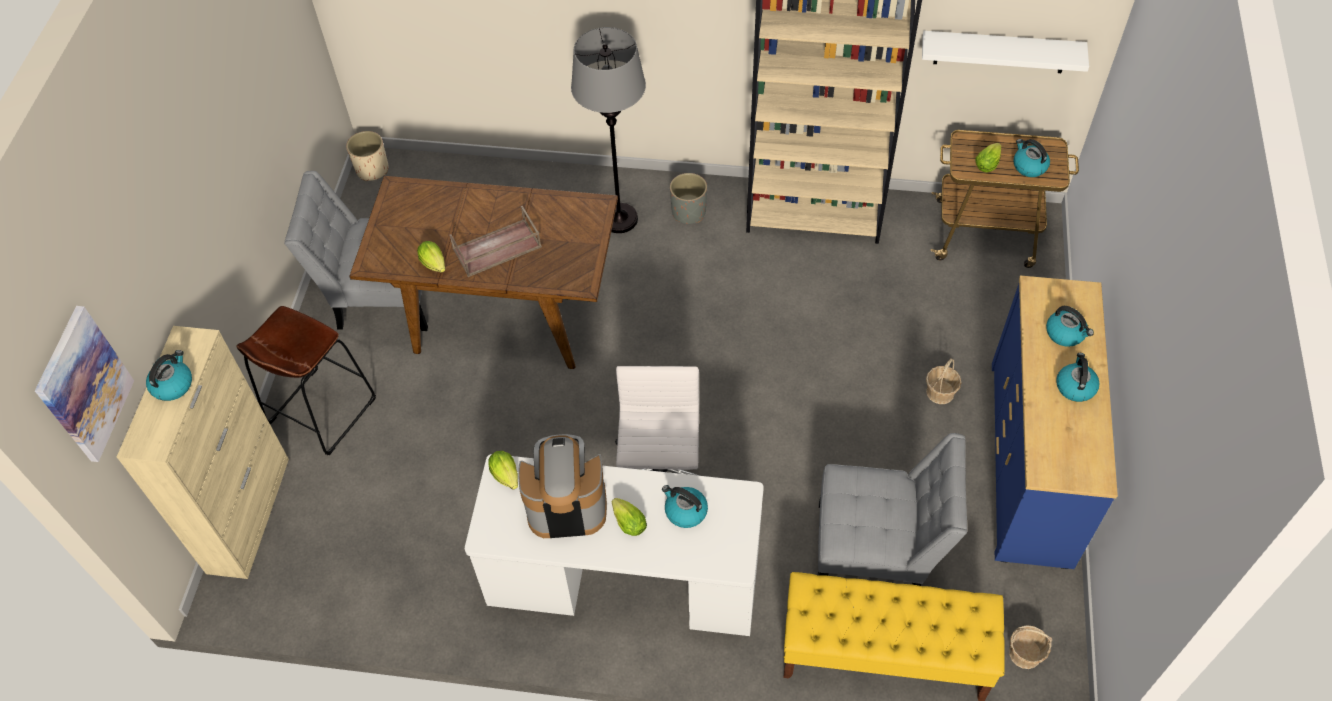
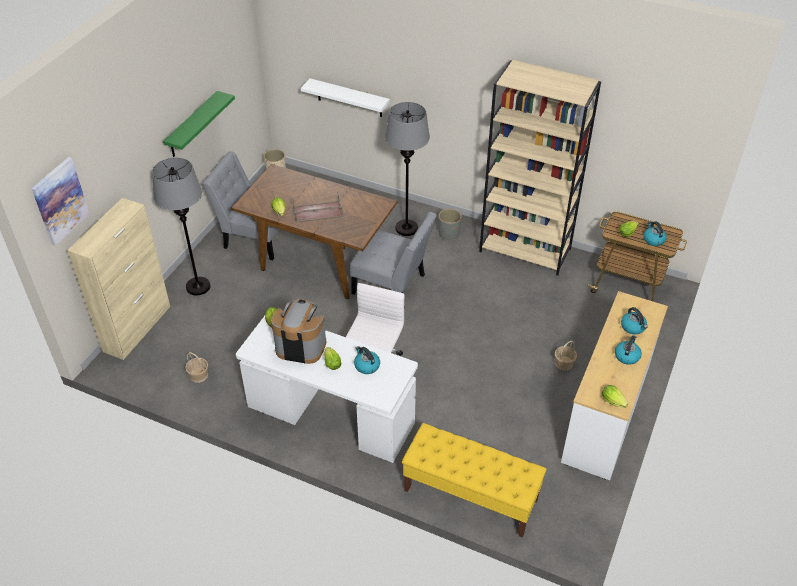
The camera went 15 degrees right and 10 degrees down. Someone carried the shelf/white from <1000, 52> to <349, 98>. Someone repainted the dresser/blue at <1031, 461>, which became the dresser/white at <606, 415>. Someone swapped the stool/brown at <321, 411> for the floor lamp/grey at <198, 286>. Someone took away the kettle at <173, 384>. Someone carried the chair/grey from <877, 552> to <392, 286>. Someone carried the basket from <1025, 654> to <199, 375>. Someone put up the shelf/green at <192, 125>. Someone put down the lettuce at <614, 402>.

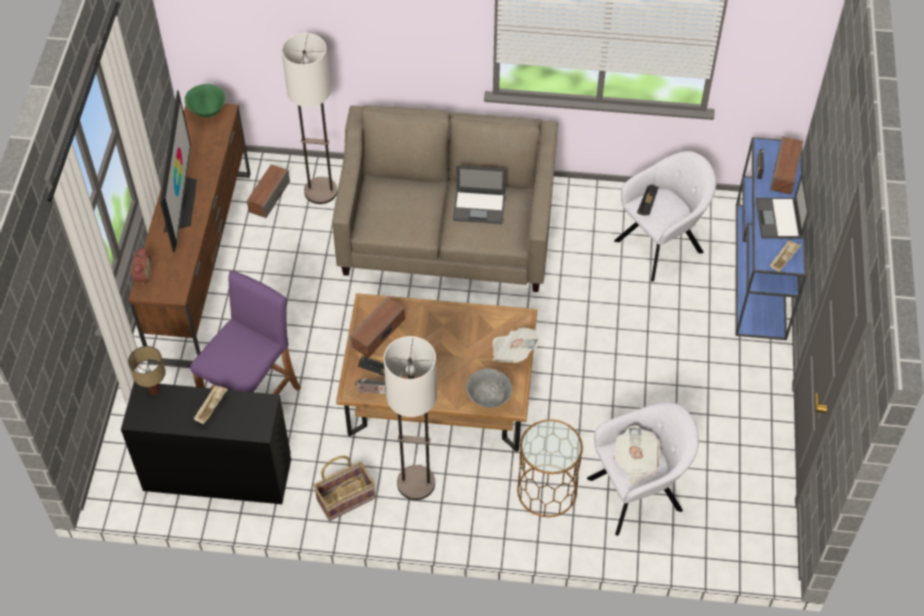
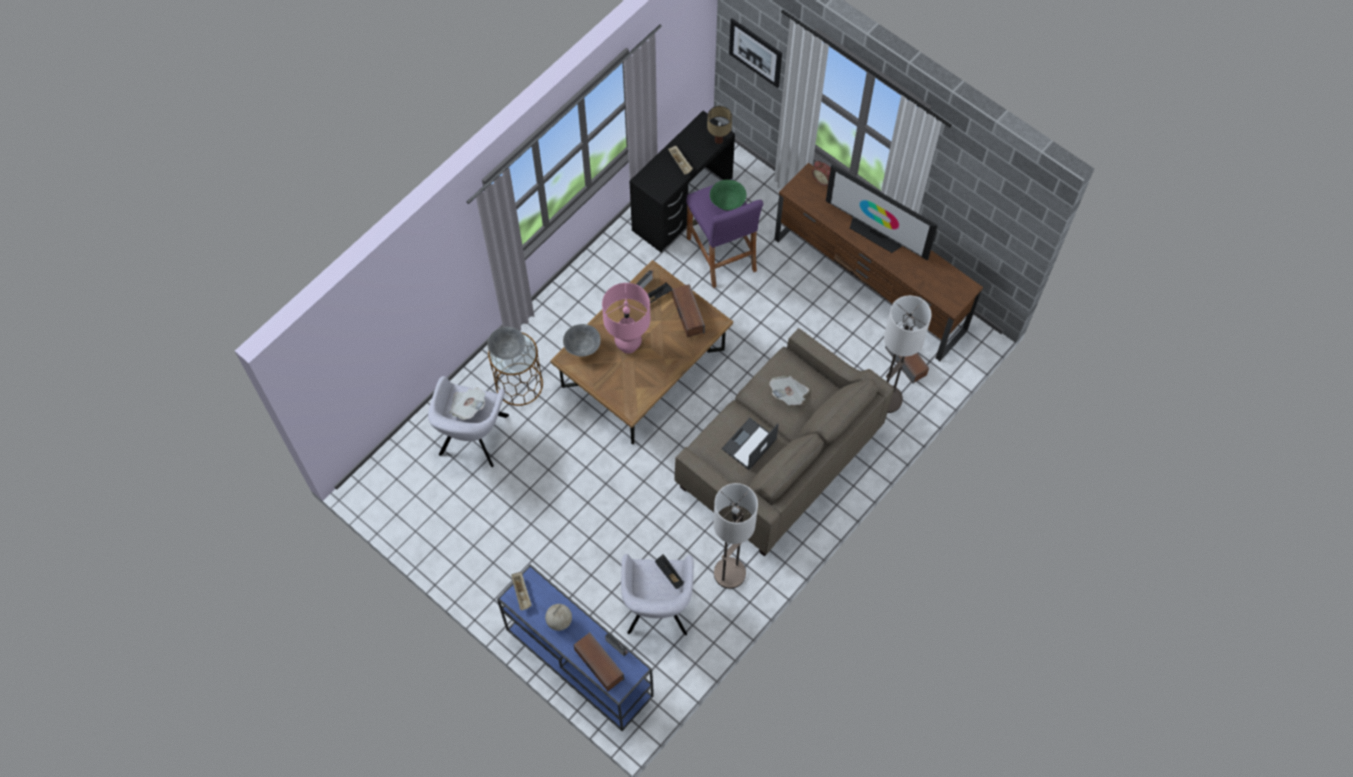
The camera went 125 degrees right and 10 degrees up. Someone carried the bowl/green from <207, 112> to <727, 203>. Someone swapped the laptop at <779, 219> for the globe at <559, 621>. Someone carried the newspaper from <513, 352> to <789, 394>. Someone carried the floor lamp from <416, 483> to <729, 573>. Someone took away the basket at <345, 498>. Someone put up the picture at <755, 52>. Someone put down the table lamp/pink at <628, 345>. Someone put down the bowl/grey at <508, 350>.

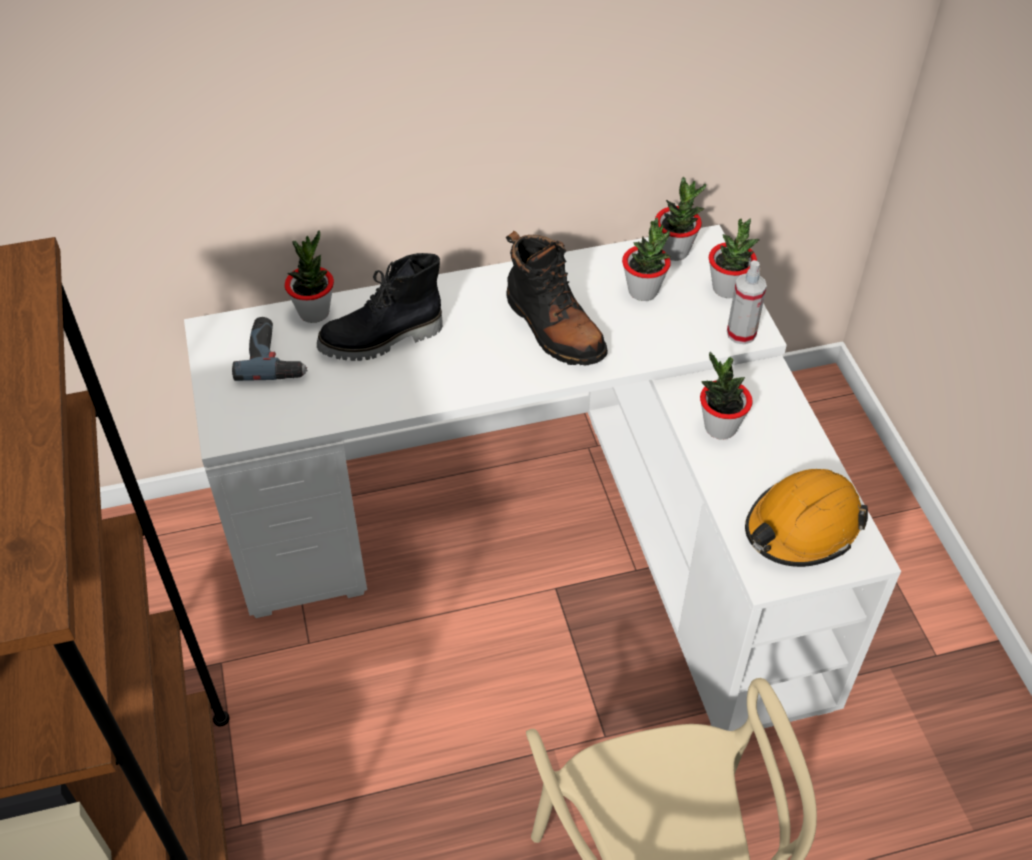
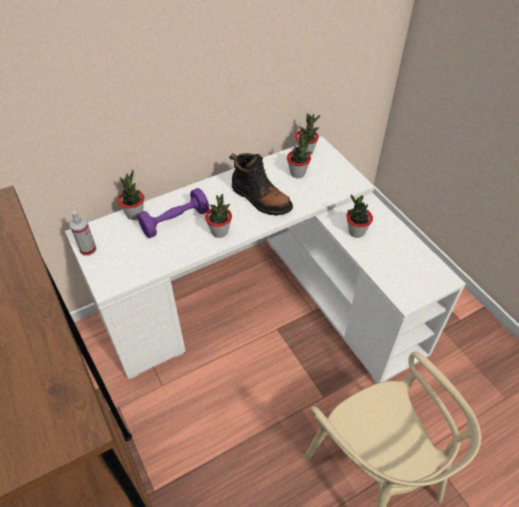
The camera went 15 degrees left and 0 degrees up. Someone carried the potted plant from <727, 288> to <219, 232>. Someone swapped the boot/black at <382, 340> for the dumbbell/purple at <175, 221>. Someone carried the spray bottle from <741, 333> to <88, 249>. Someone took away the power drill at <274, 356>. Someone took away the hard hat/orange at <802, 528>.

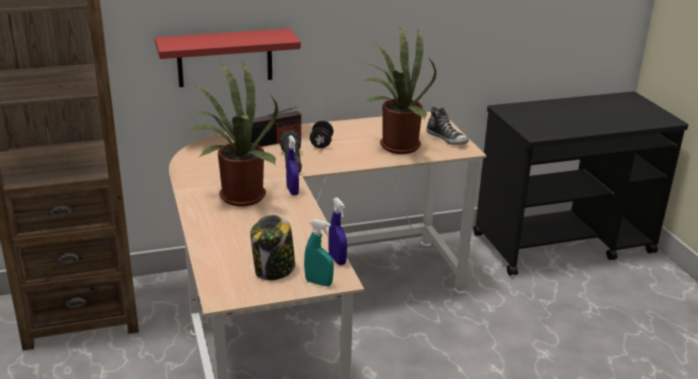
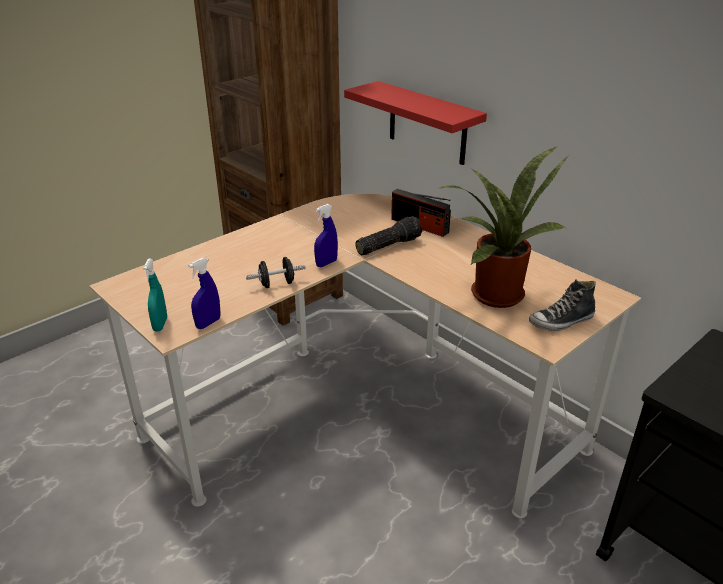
The camera went 65 degrees right and 5 degrees up. Someone took away the potted plant at <237, 197>. Someone rotated the shoe at <447, 139> by 45 degrees clockwise. Someone carried the dumbbell/black from <321, 144> to <277, 284>. Someone took away the jar at <274, 270>.

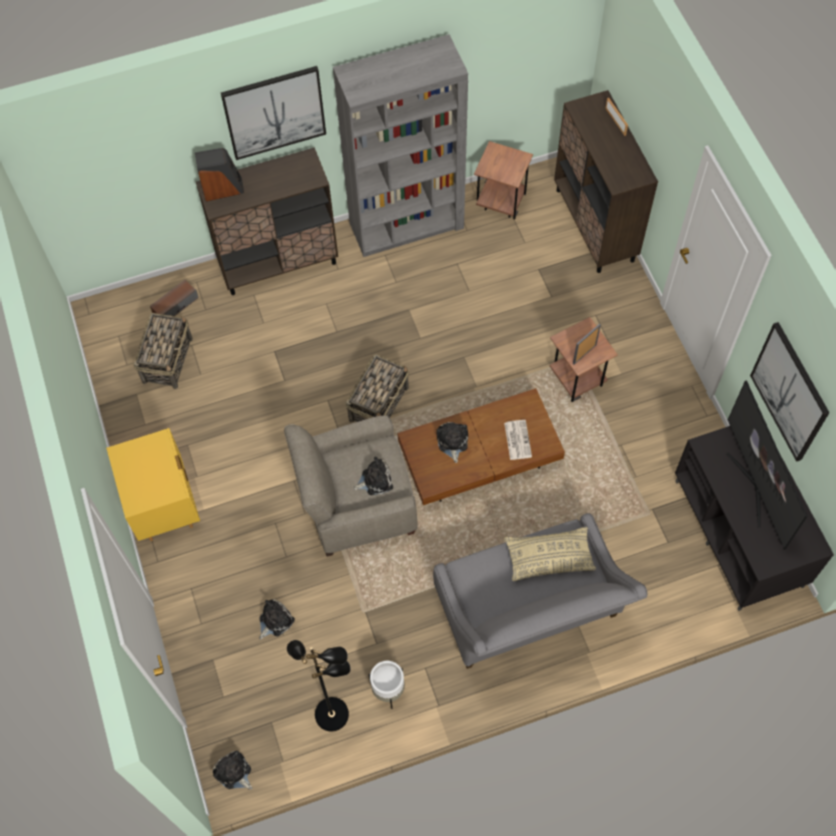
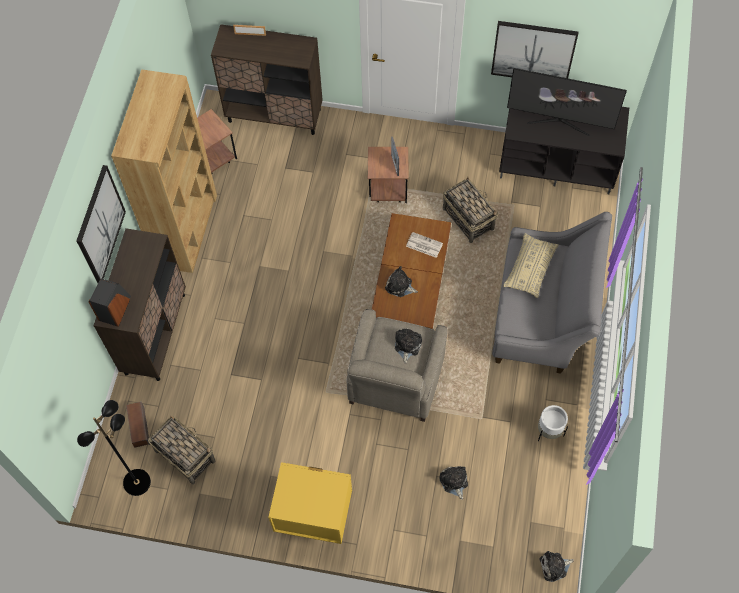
The camera went 60 degrees left and 0 degrees up. Someone repainted the bookcase/grey at <407, 225>, which became the bookcase/brown at <186, 230>. Someone carried the basket from <379, 403> to <467, 218>. Someone carried the floor lamp/black from <332, 713> to <136, 481>.

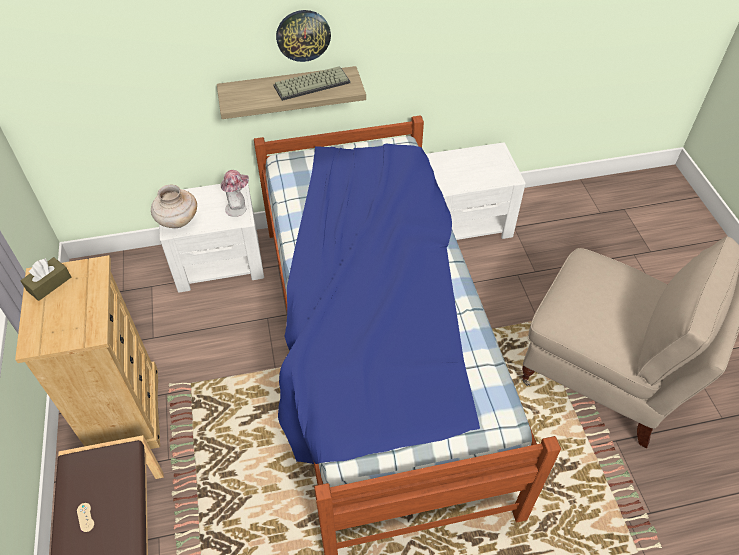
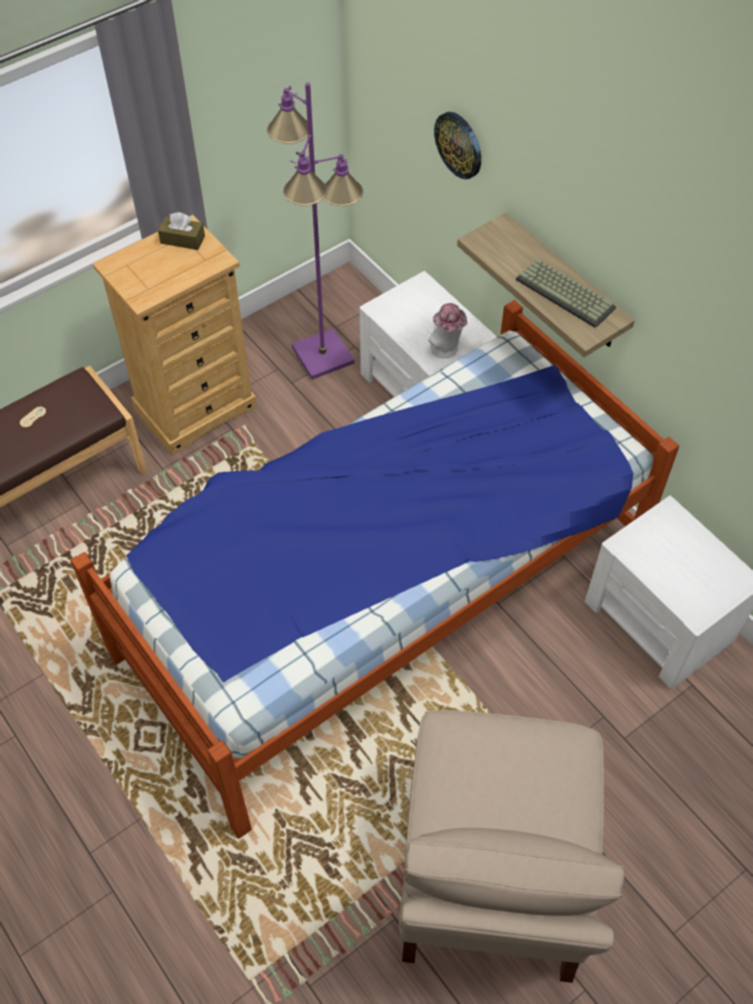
The camera went 65 degrees right and 5 degrees up. Someone carried the wall clock from <303, 35> to <459, 144>. Someone took away the vase/beige at <177, 221>. Someone put down the floor lamp/purple at <323, 354>.

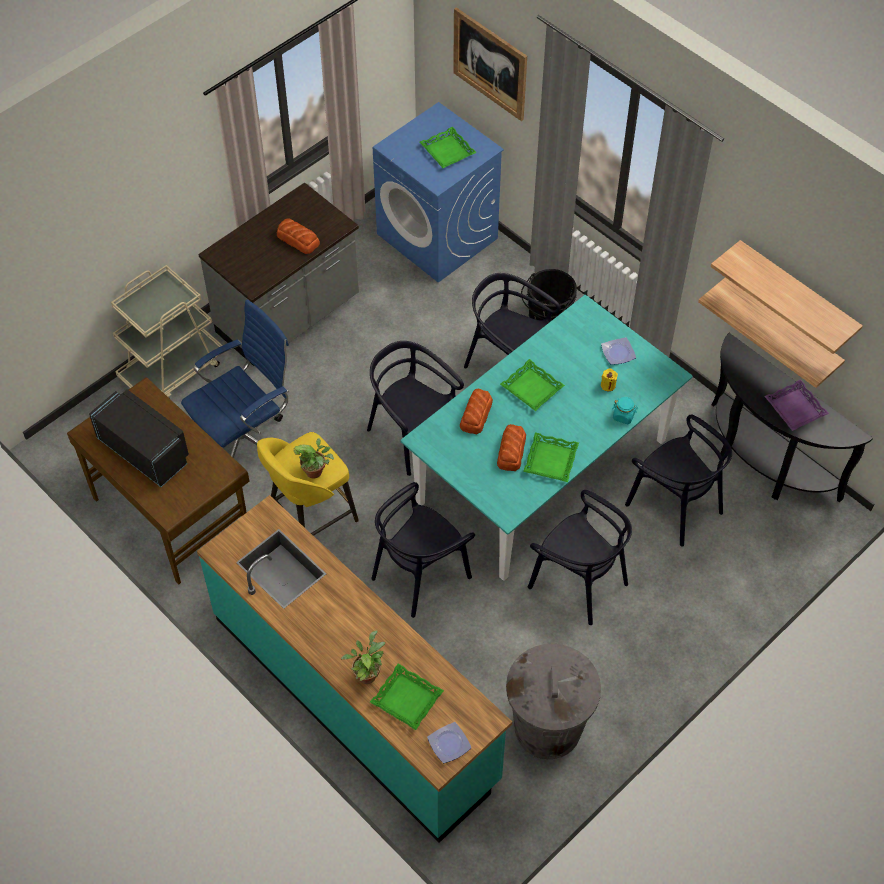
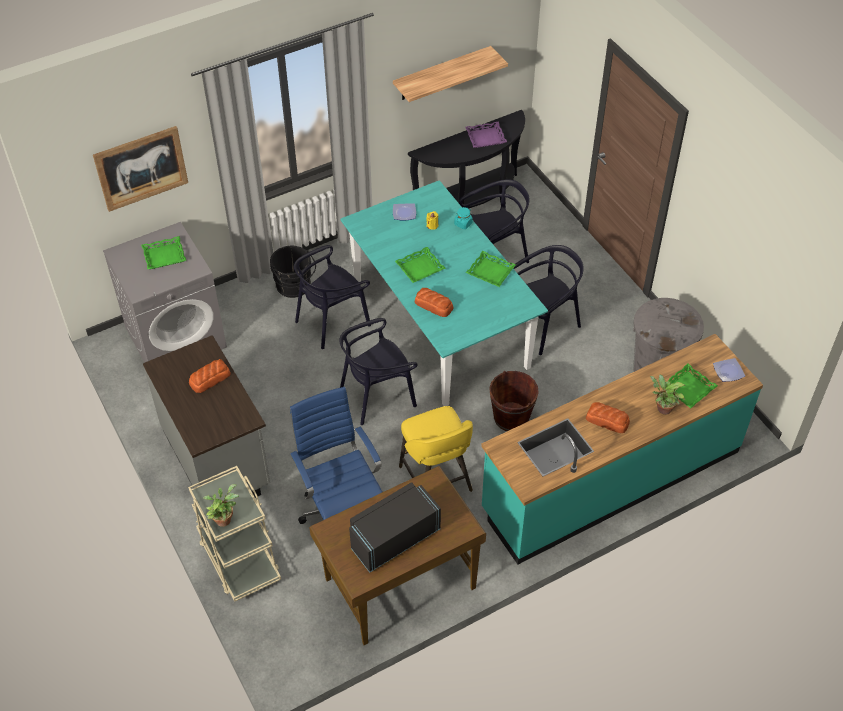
The camera went 75 degrees left and 5 degrees down. Someone repainted the washing machine/blue at <438, 236>, which became the washing machine/grey at <176, 337>. Someone took away the shelf at <781, 328>. Someone carried the bread from <511, 451> to <607, 421>. Someone carried the potted plant from <316, 471> to <224, 518>. Someone swapped the chair/black at <420, 574> for the bucket/brown at <511, 418>.

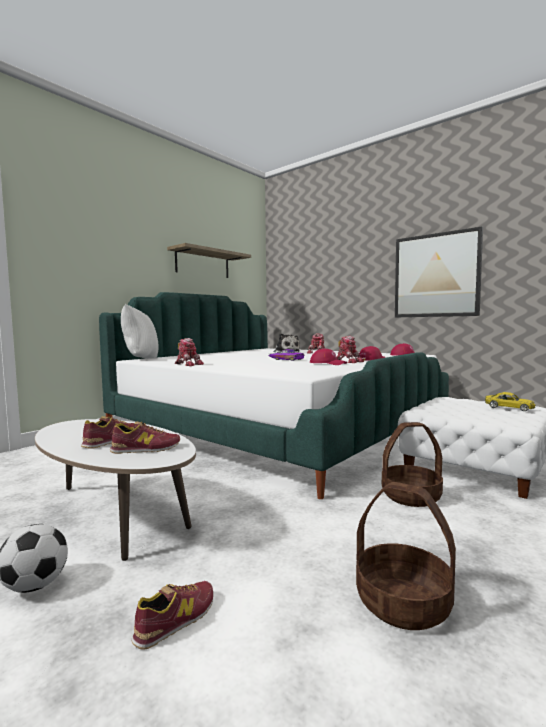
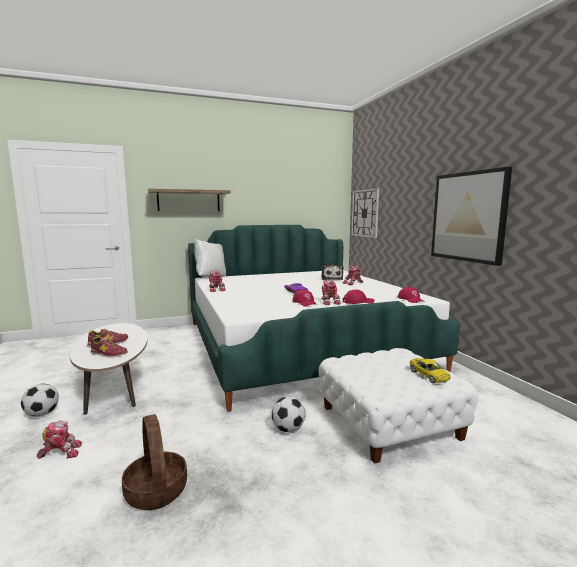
The camera went 30 degrees right and 5 degrees up. Someone carried the shelf from <203, 264> to <188, 201>. Someone swapped the basket at <411, 496> for the football at <288, 429>. Someone swapped the shoe at <176, 619> for the toy robot at <61, 452>. Someone put up the wall clock at <365, 213>.

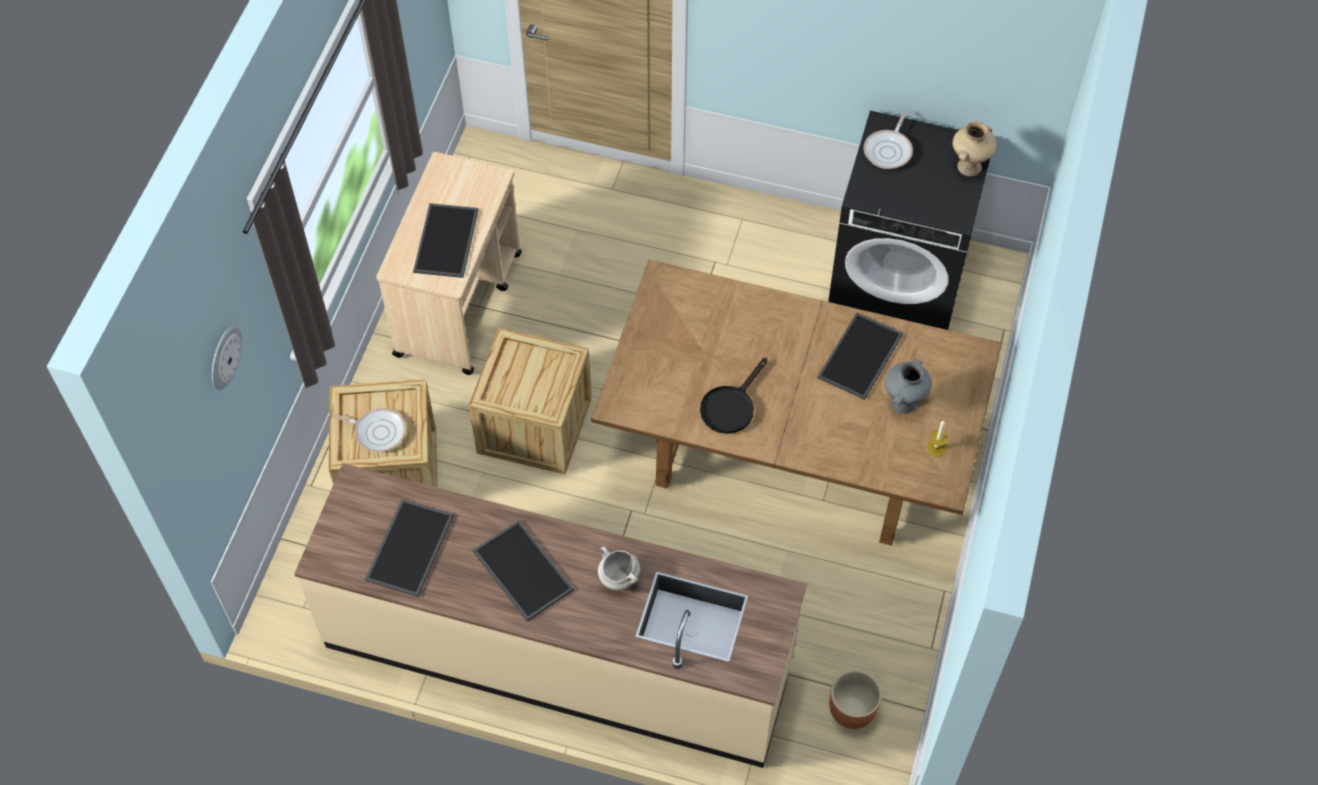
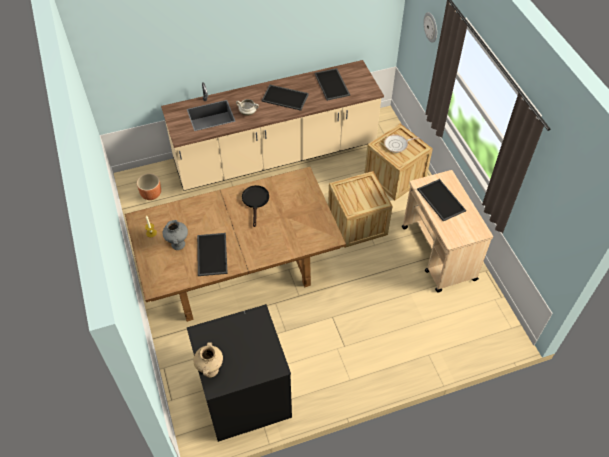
The camera went 145 degrees right and 5 degrees down. Someone took away the frying pan at <889, 150>.

